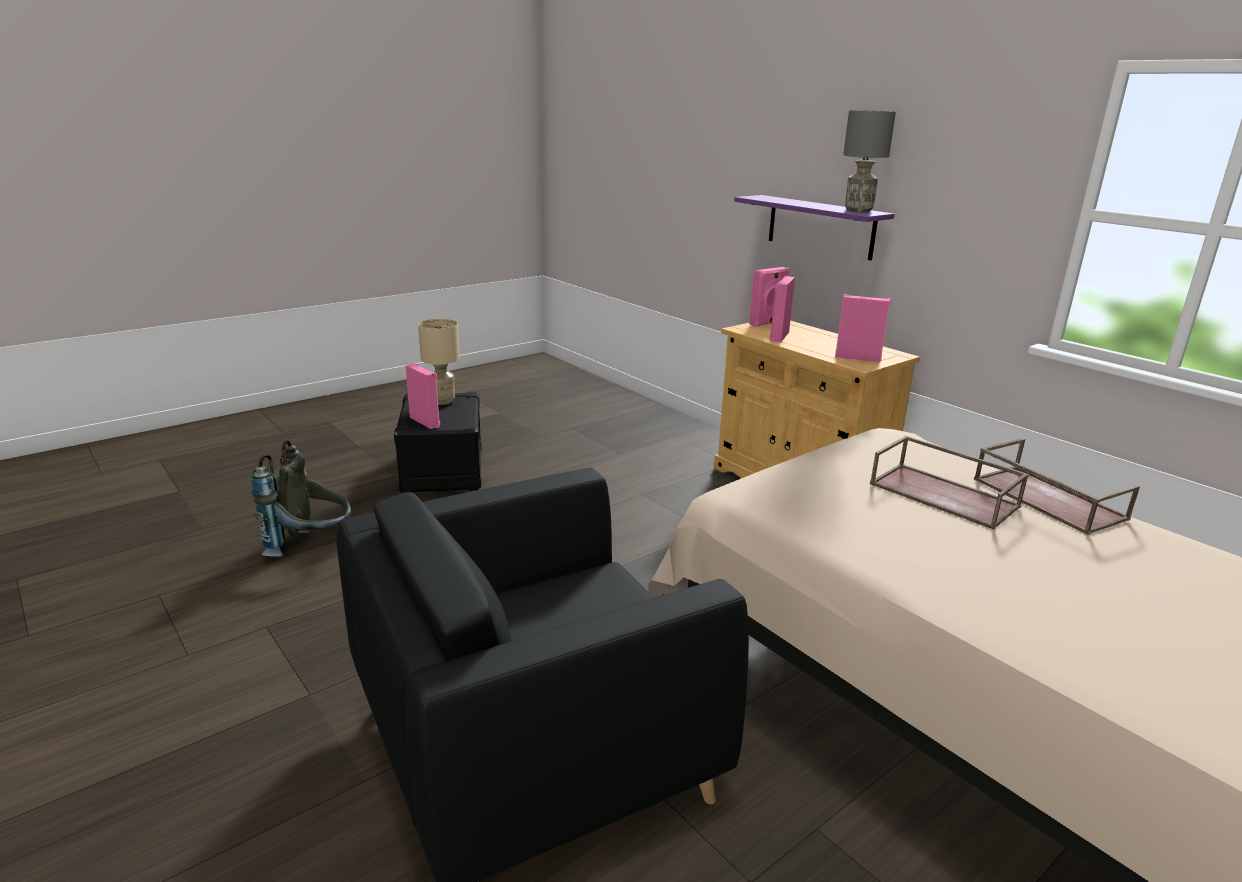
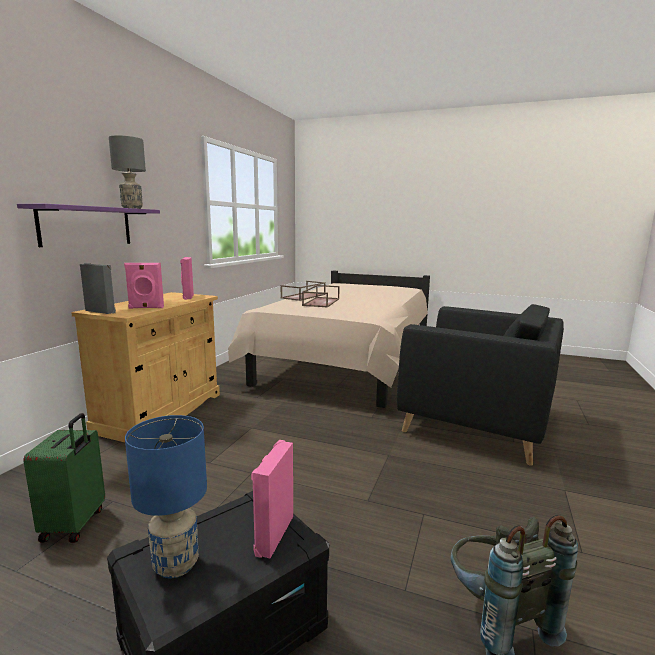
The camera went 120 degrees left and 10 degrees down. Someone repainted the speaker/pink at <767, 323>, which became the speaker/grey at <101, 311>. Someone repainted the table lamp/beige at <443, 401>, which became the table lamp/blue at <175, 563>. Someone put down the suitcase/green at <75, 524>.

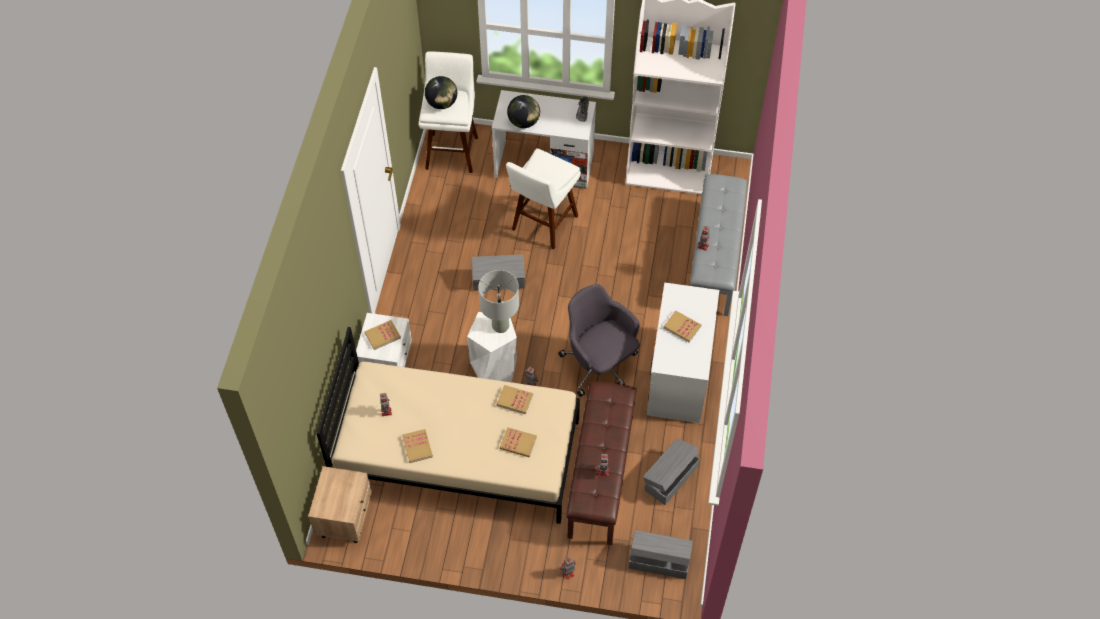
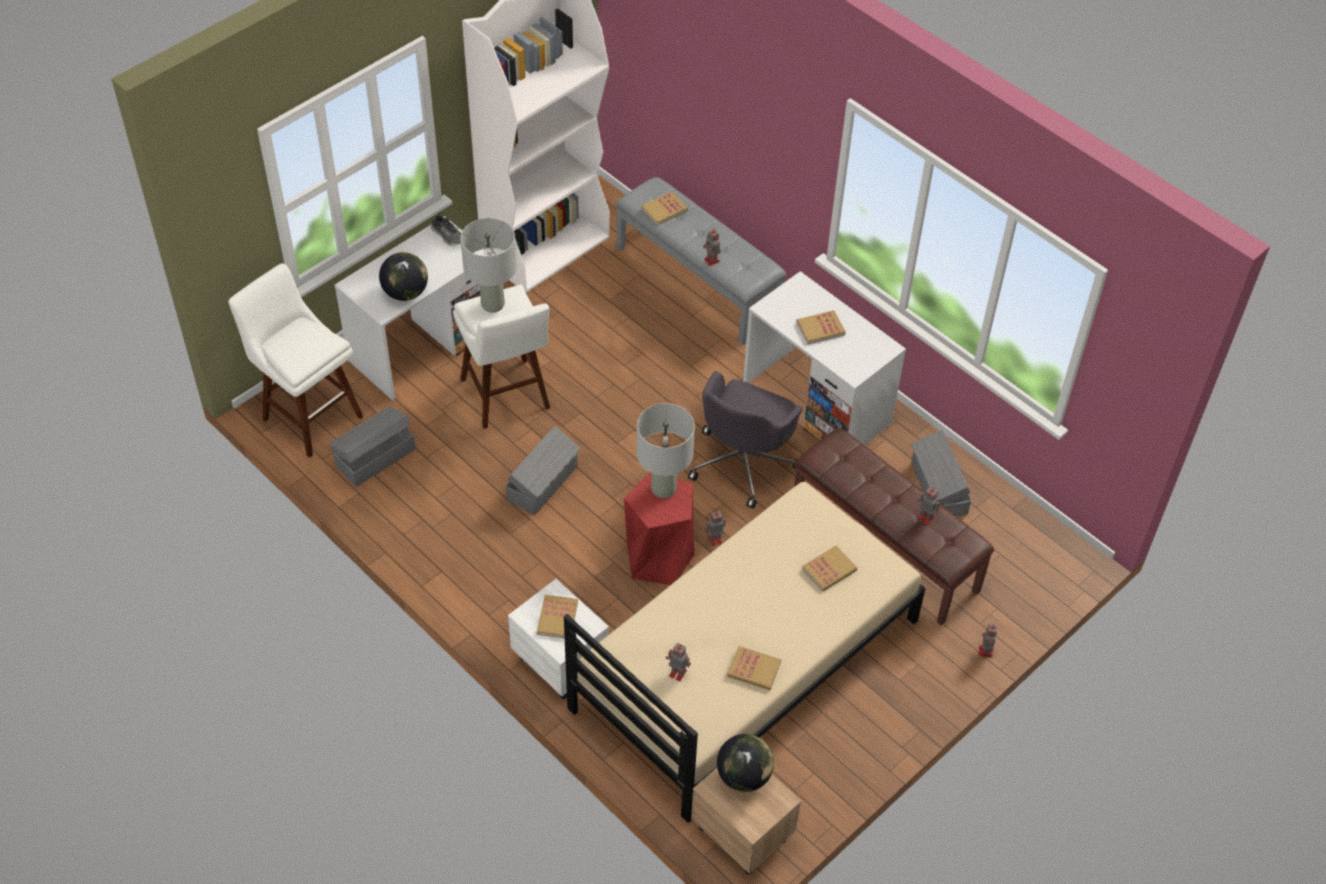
The camera went 55 degrees left and 5 degrees down. Someone carried the globe from <442, 103> to <743, 776>. Someone rotated the office chair/grey at <599, 365> by 60 degrees counterclockwise. Someone repainted the stool/white at <494, 366>, which became the stool/red at <658, 558>. Someone carried the book from <514, 400> to <664, 210>. Someone carried the storage box/grey from <658, 560> to <374, 457>. Someone put down the table lamp/grey at <492, 304>.

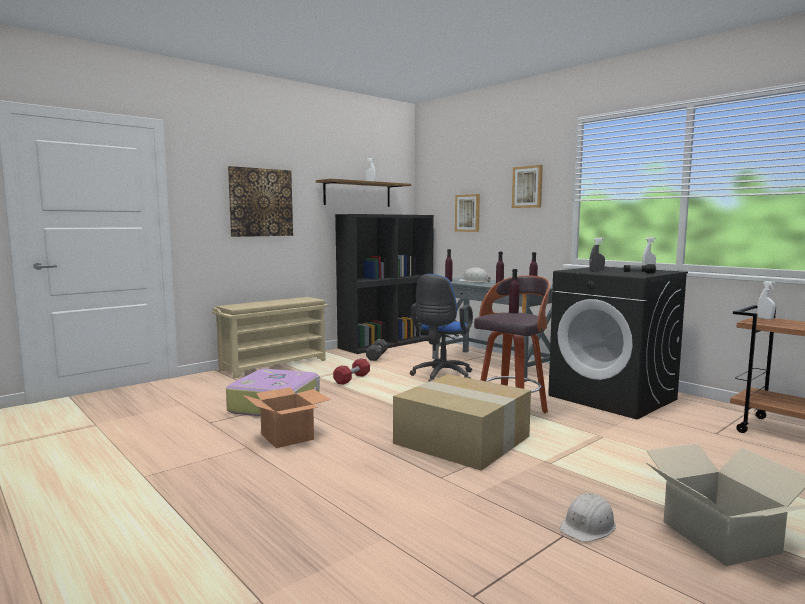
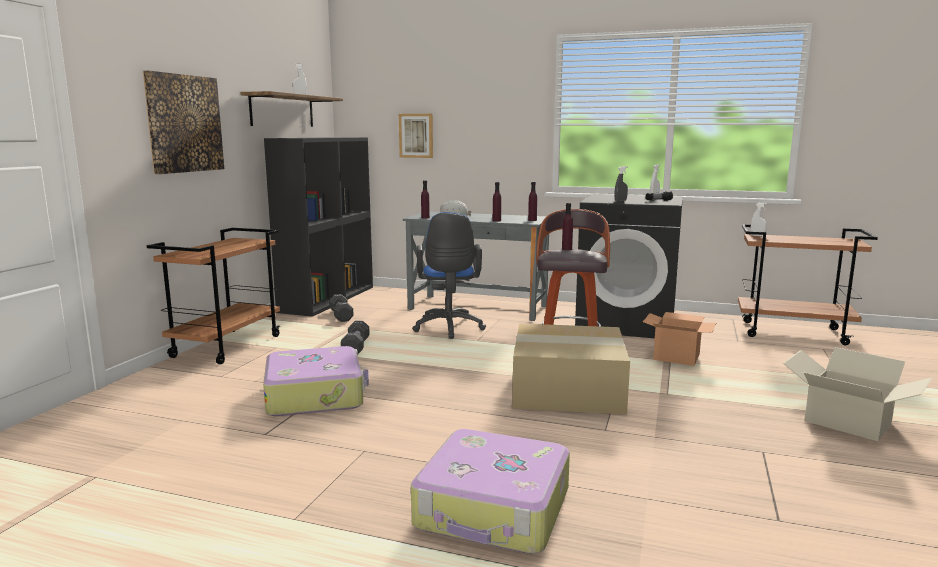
The camera went 30 degrees left and 5 degrees up. Someone took away the picture at <527, 187>. Someone swapped the shoe rack/beige at <274, 365> for the cart/brown at <227, 346>. Someone repainted the dumbbell/red at <352, 379>, which became the dumbbell/black at <356, 347>. Someone carried the cardboard box from <286, 437> to <675, 357>. Someone took away the hard hat/white at <588, 526>. Someone put down the suitcase at <494, 509>.

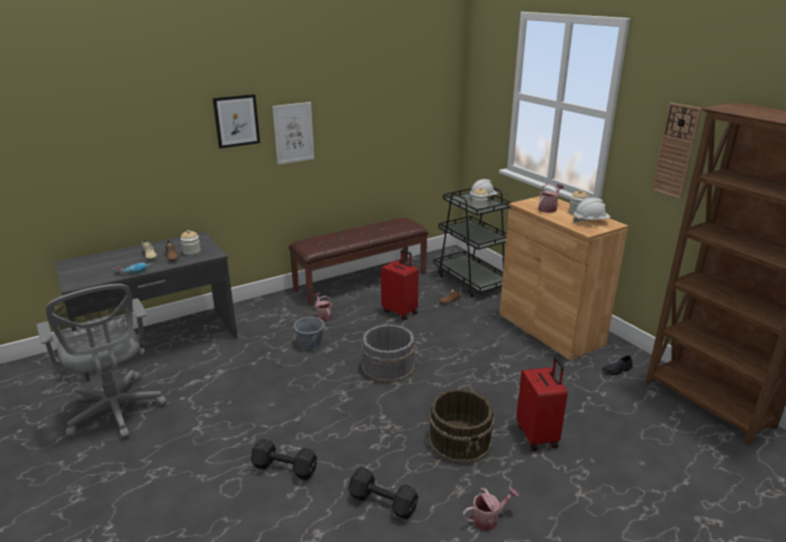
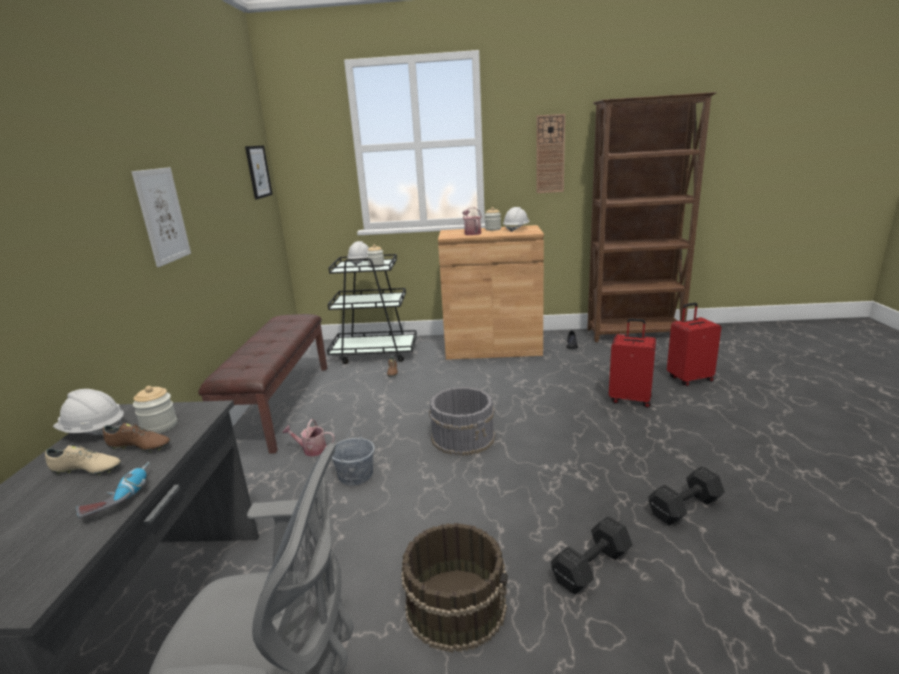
The camera went 55 degrees left and 5 degrees down. Someone carried the picture from <236, 121> to <258, 172>. Someone carried the suitcase/red from <400, 311> to <689, 379>. Someone carried the bucket/brown from <460, 440> to <456, 605>. Someone took away the watering can at <488, 518>. Someone put down the hard hat/white at <94, 431>.

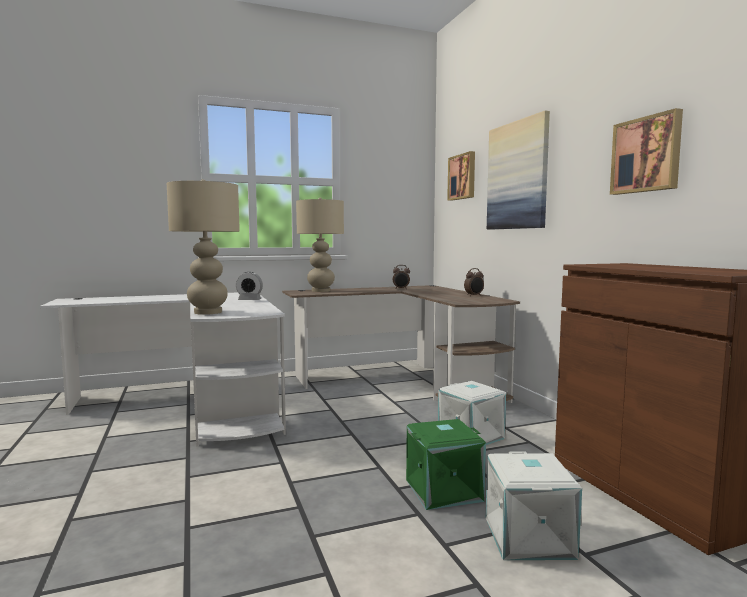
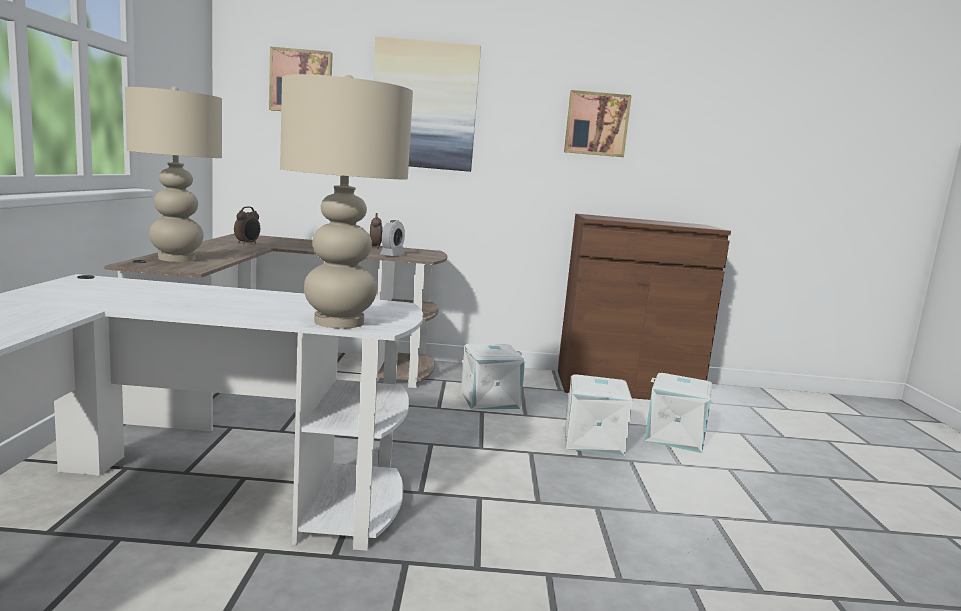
The camera went 70 degrees left and 5 degrees up. Someone carried the alarm clock from <249, 300> to <392, 255>. Someone repainted the storage box/green at <443, 489>, which became the storage box/white at <592, 440>.

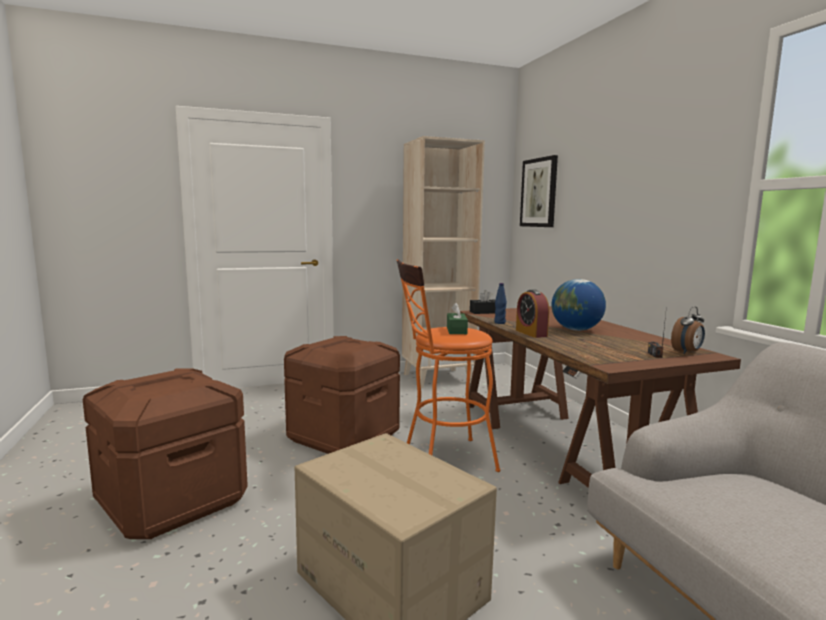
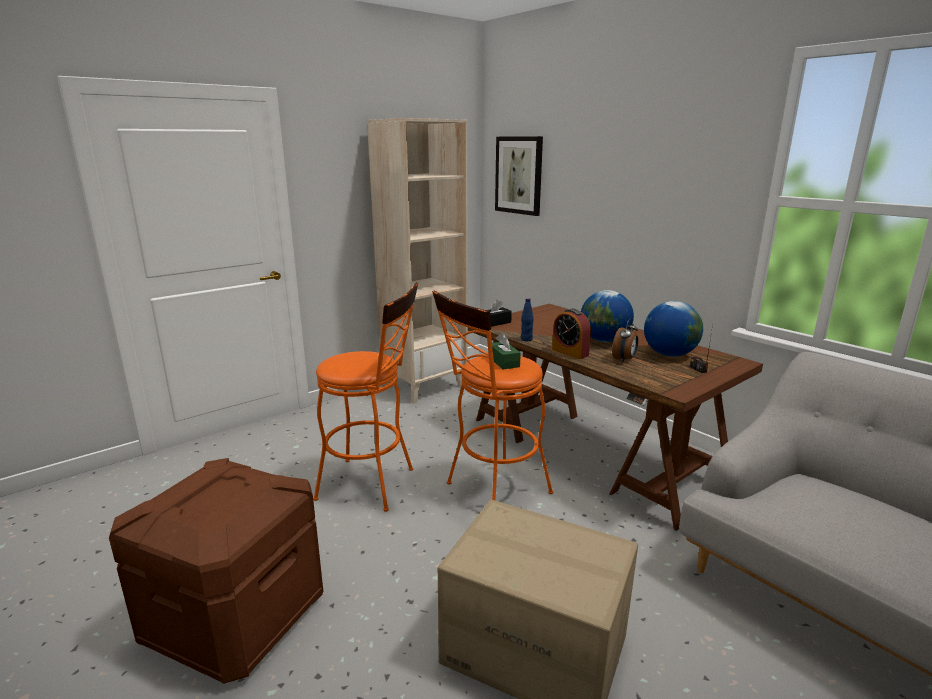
The camera went 20 degrees left and 10 degrees up. Someone carried the alarm clock from <687, 352> to <624, 359>. Someone swapped the storage box/brown at <343, 437> for the stool/orange at <374, 485>. Someone put down the globe at <669, 354>.

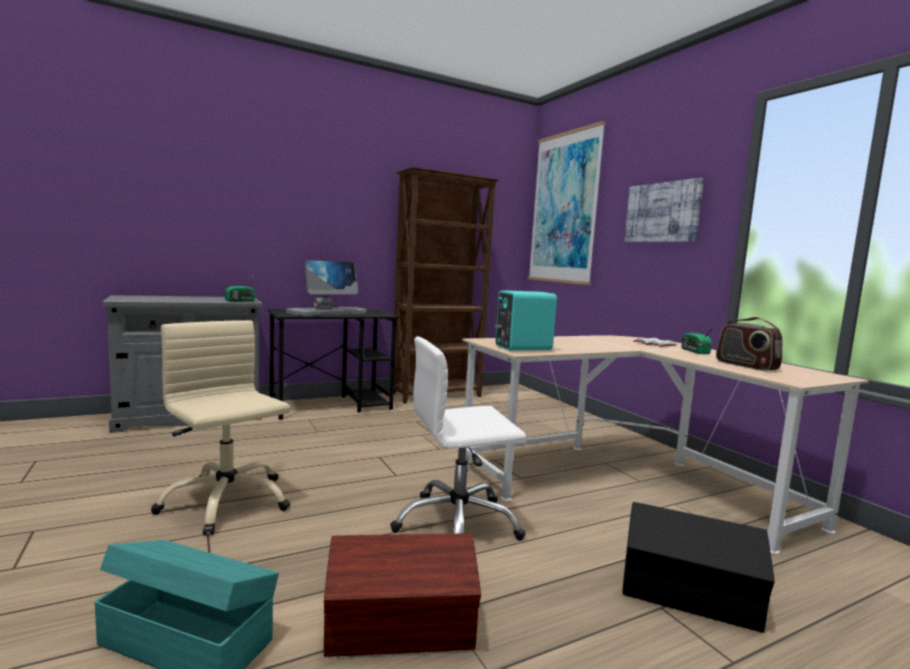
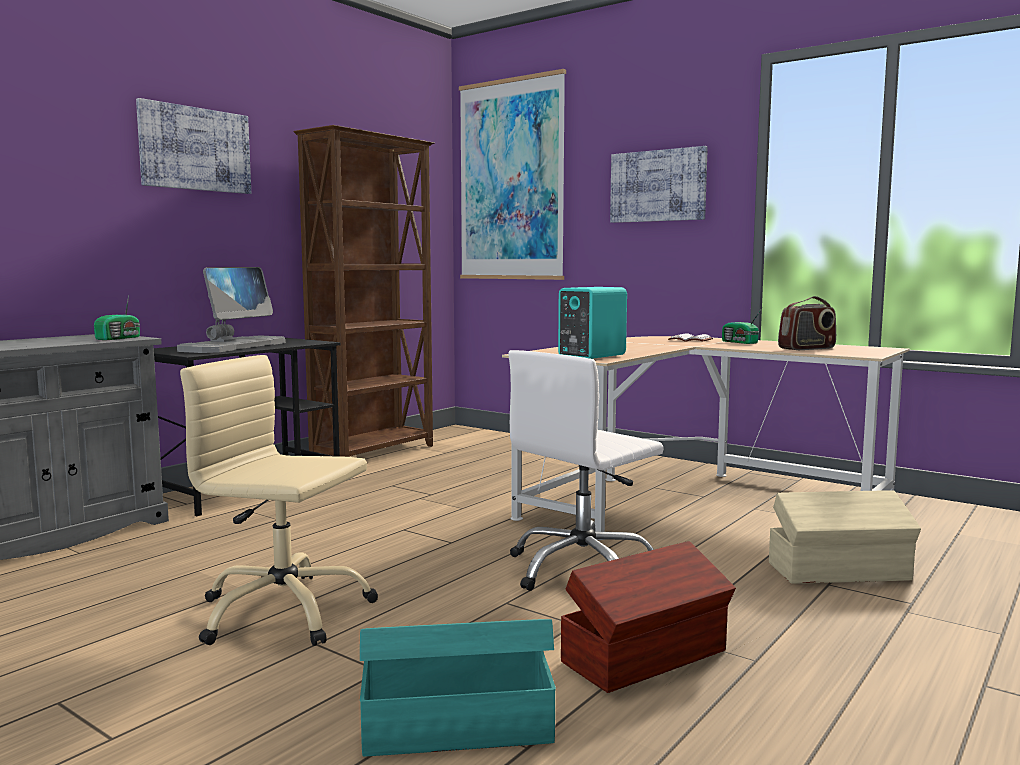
The camera went 25 degrees left and 0 degrees up. Someone rotated the radio at <746, 366> by 60 degrees counterclockwise. Someone repainted the storage box/black at <689, 597>, which became the storage box/beige at <840, 572>. Someone put up the picture at <195, 149>.

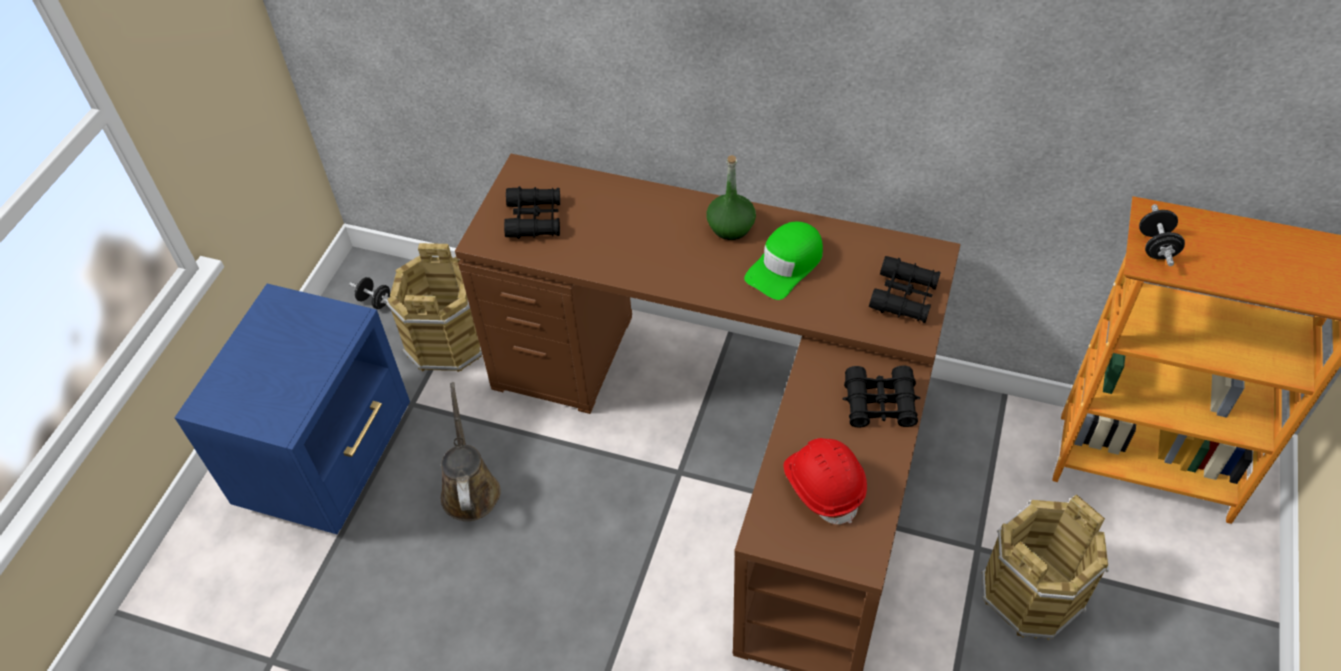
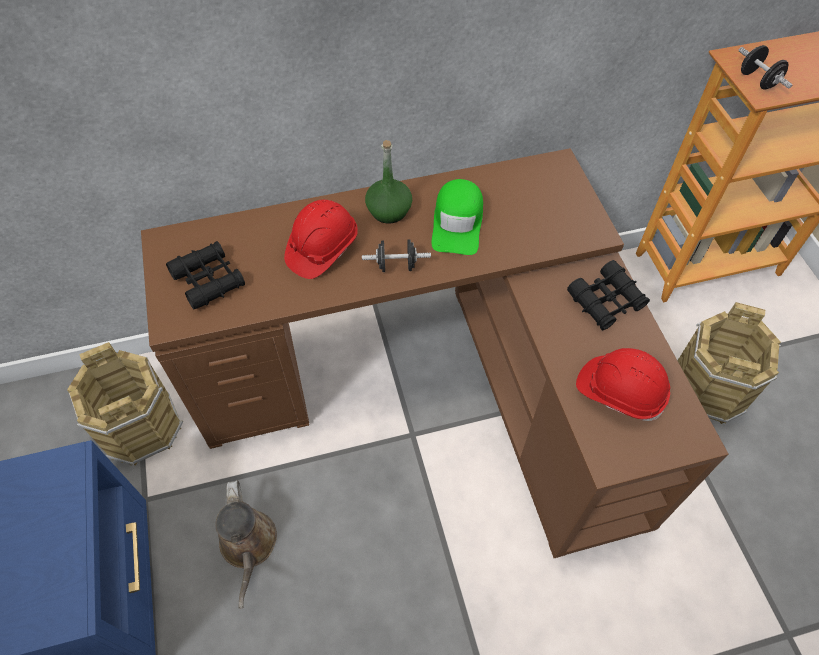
The camera went 35 degrees left and 5 degrees up. Someone took away the binoculars/black at <904, 296>. Someone carried the dumbbell/black from <375, 301> to <396, 265>. Someone rotated the watering can/brown at <470, 488> by 150 degrees counterclockwise. Someone put down the hard hat/red at <322, 249>.

